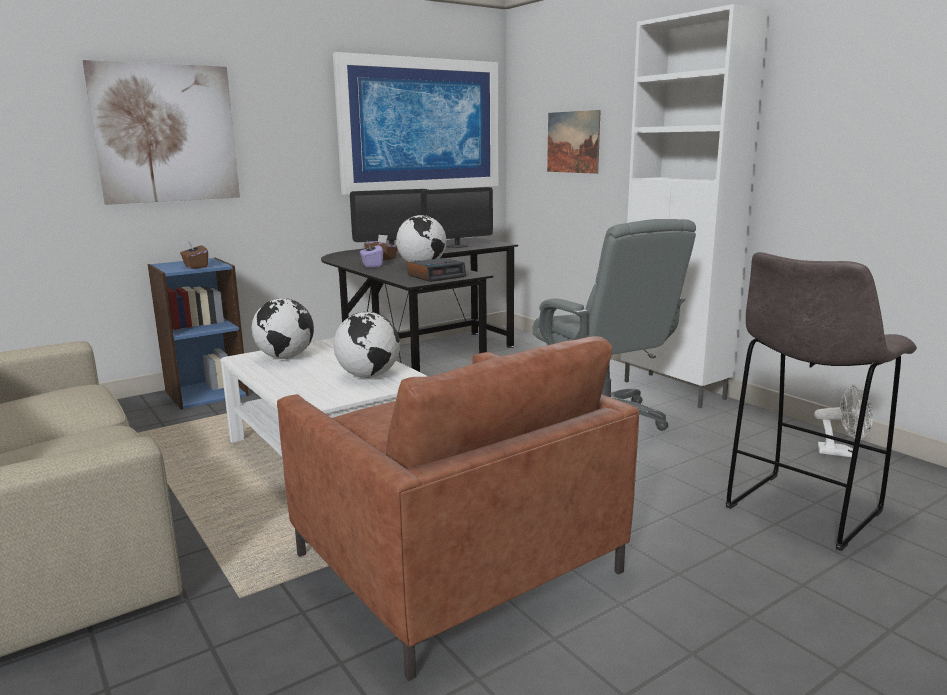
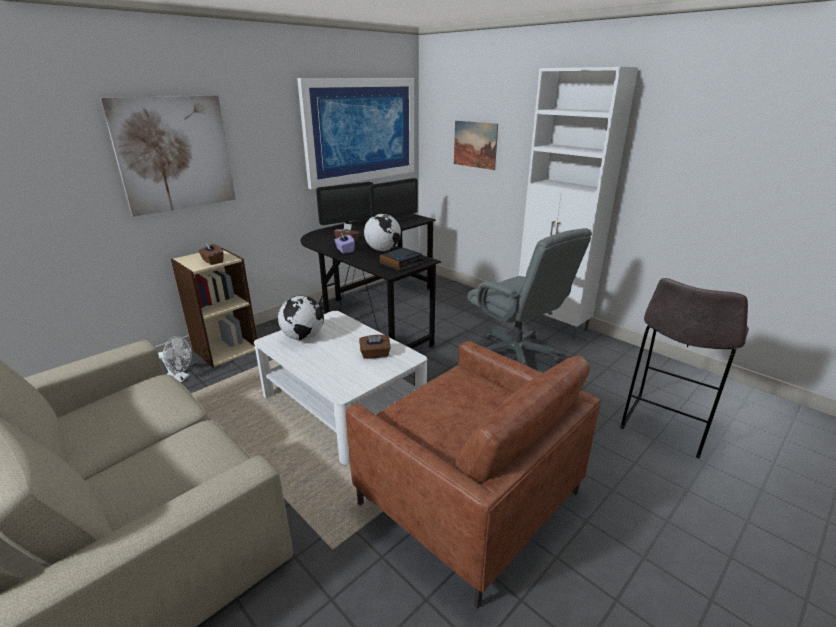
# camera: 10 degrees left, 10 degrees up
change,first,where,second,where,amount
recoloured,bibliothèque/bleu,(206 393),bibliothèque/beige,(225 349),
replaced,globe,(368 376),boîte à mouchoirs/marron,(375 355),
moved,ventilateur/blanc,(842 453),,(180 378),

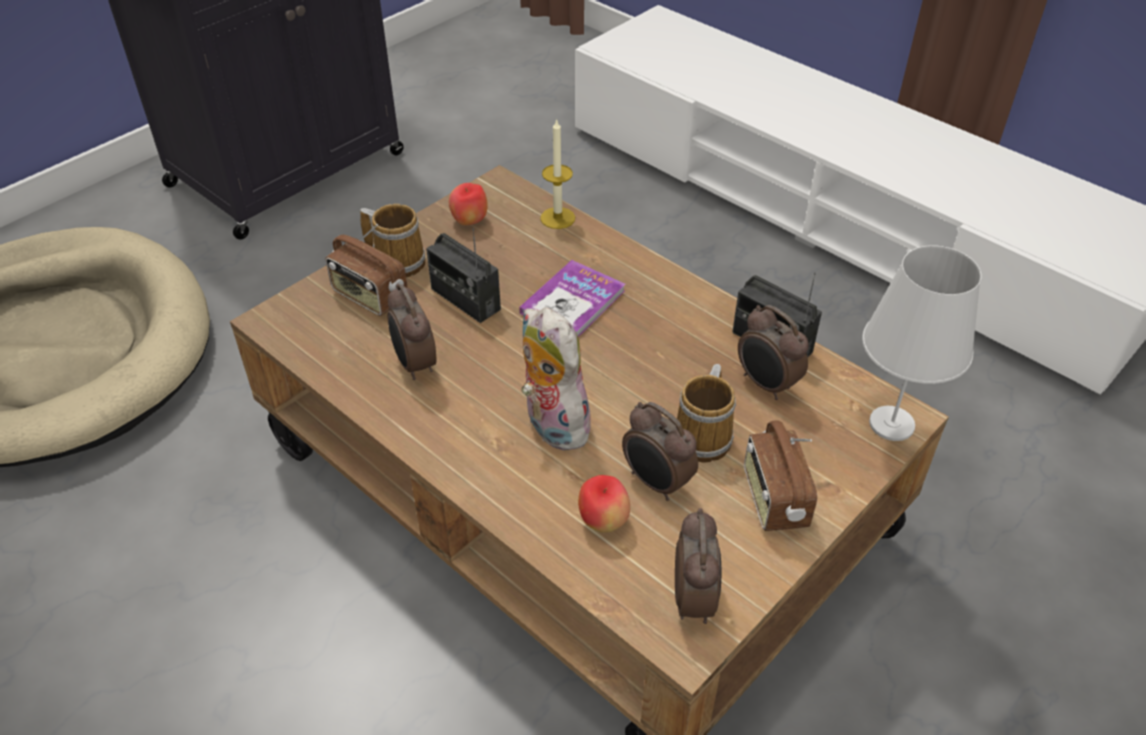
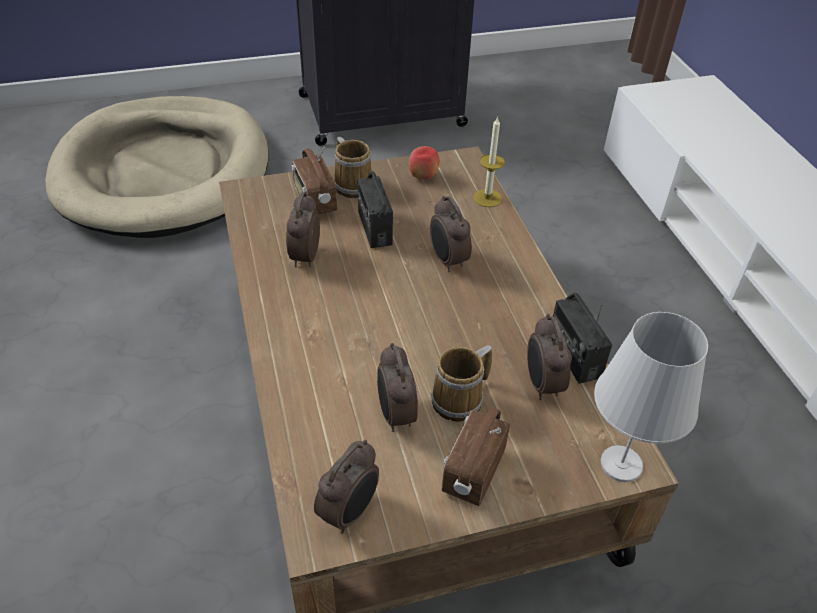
# camera: 30 degrees right, 0 degrees up
change,first,where,second,where,amount
replaced,livre,(573 302),réveil,(447 261),
removed,peluche,(551 425),,,
removed,pomme,(603 521),,,

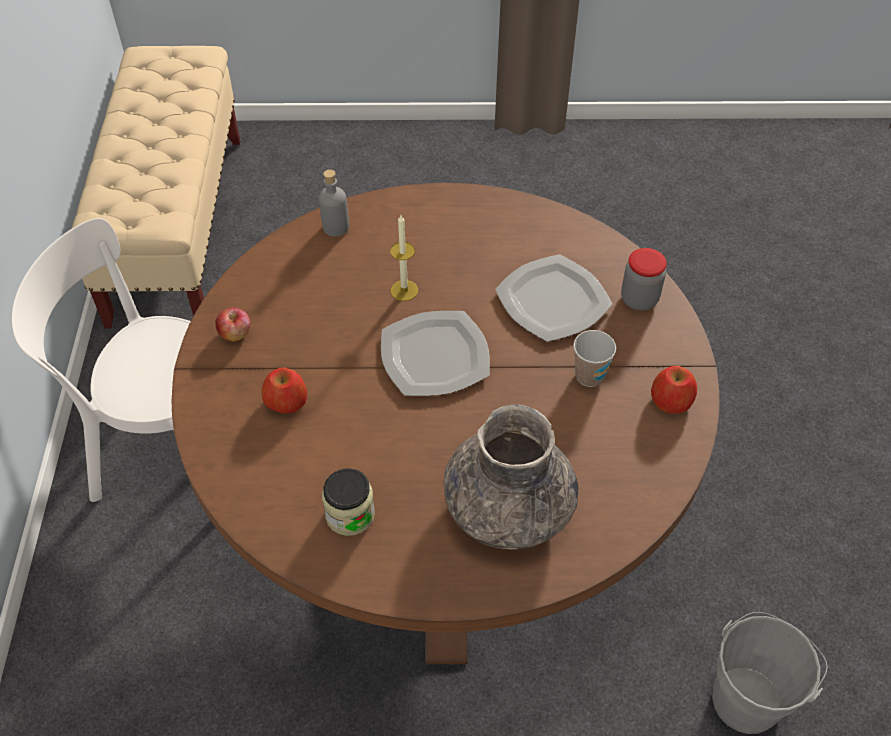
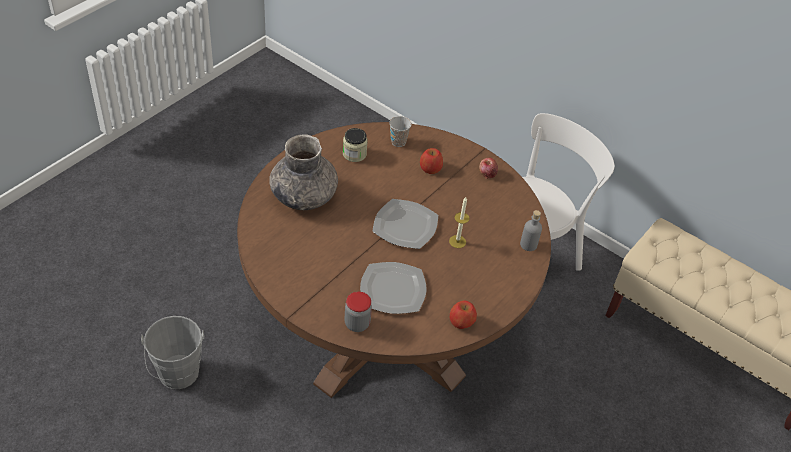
# camera: 125 degrees right, 5 degrees down
change,first,where,second,where,amount
moved,tasse,(589 376),,(398 142),
moved,pomme,(671 400),,(461 321),

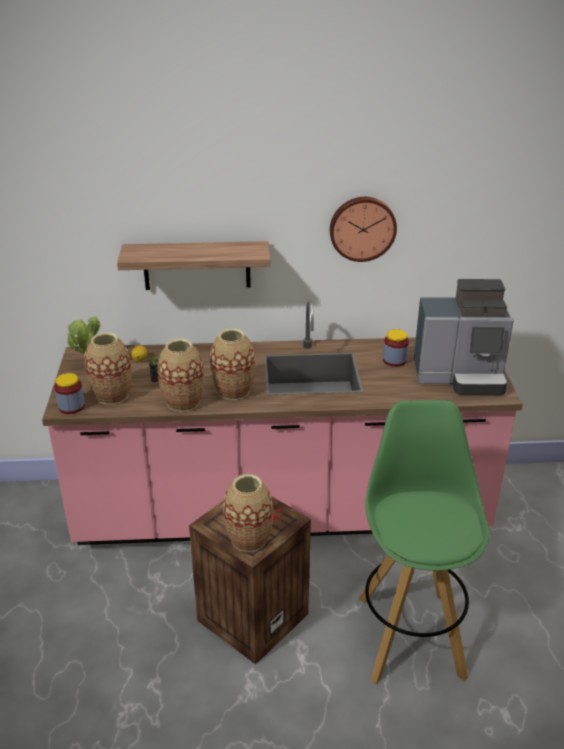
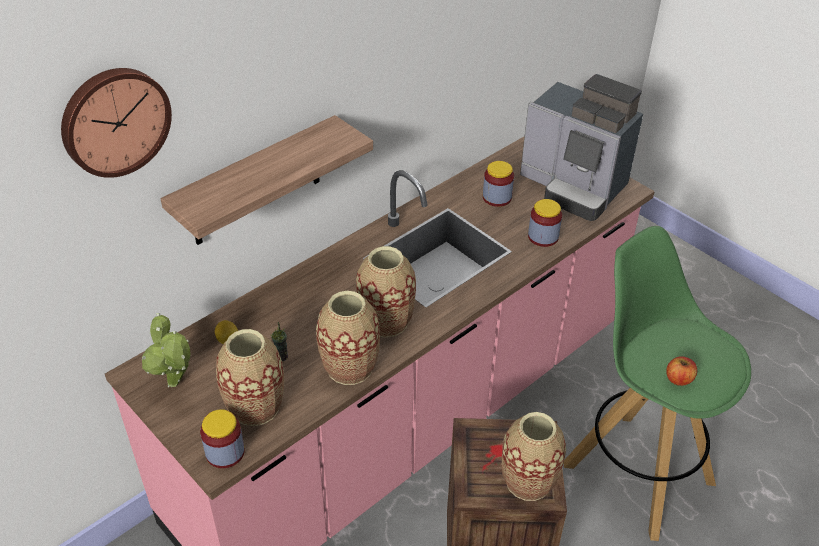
# camera: 40 degrees left, 10 degrees up
change,first,where,second,where,amount
moved,horloge murale,(362 228),,(114 120),
turned,machine à café,(460 377),,(574 187),75 degrees clockwise
added,,,bocal,(543 237),
added,,,pomme,(678 379),

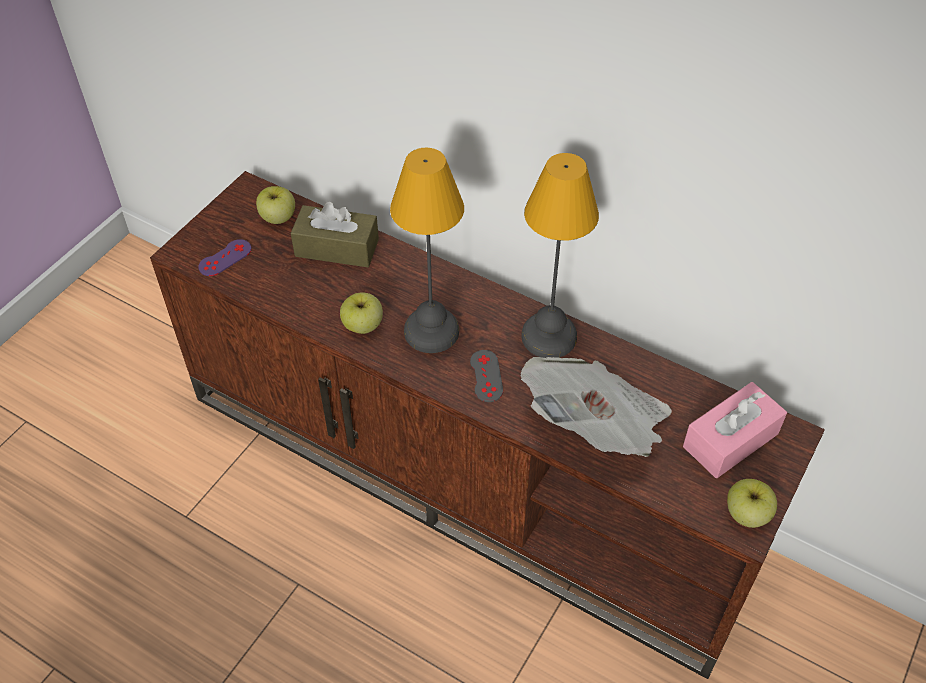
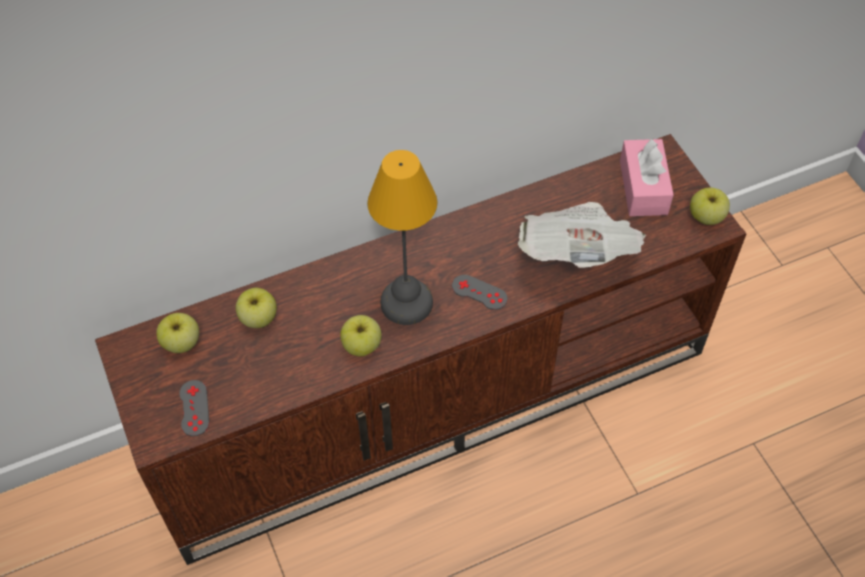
# camera: 55 degrees left, 5 degrees up
change,first,where,second,where,amount
recoloured,manette/violet,(225 258),manette/gris,(194 408),
replaced,boîte à mouchoirs/marron,(337 248),pomme,(258 318),
removed,lampe de table,(550 335),,,

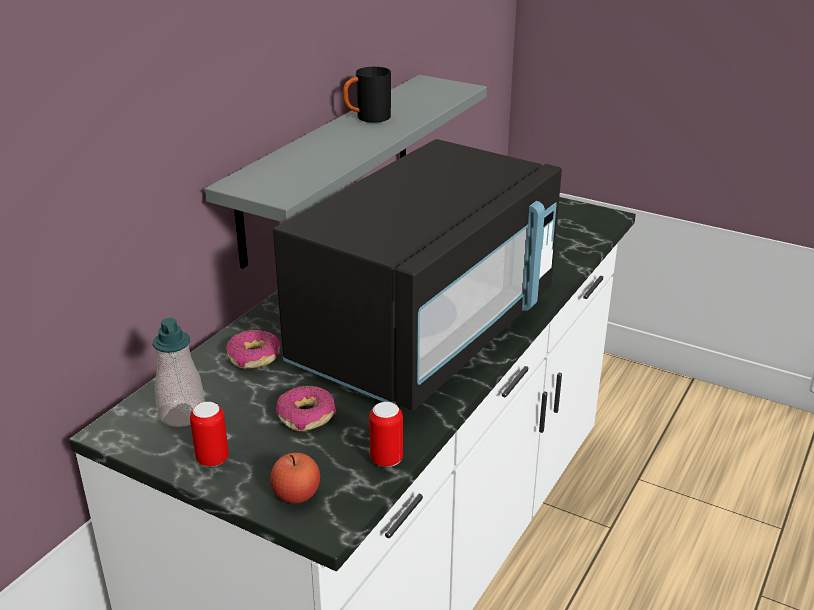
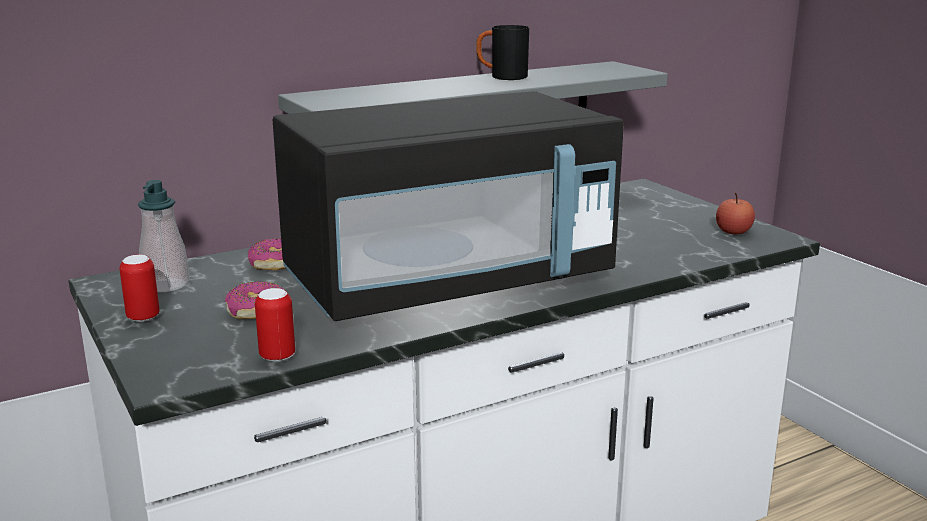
# camera: 30 degrees right, 10 degrees down
change,first,where,second,where,amount
moved,pomme,(296 494),,(733 232),

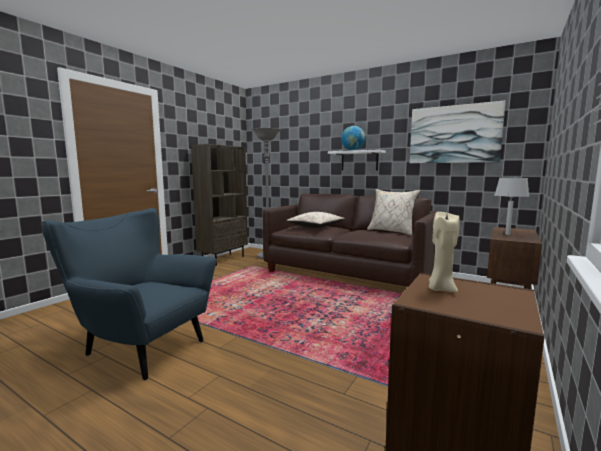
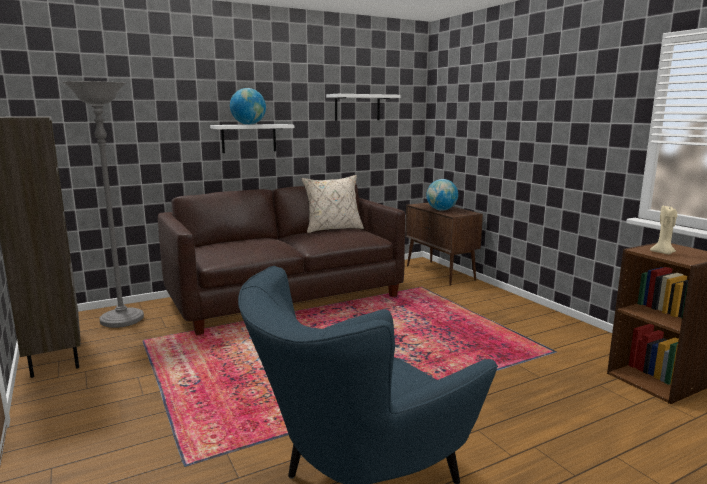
# camera: 60 degrees left, 5 degrees up
change,first,where,second,where,amount
removed,coussin/beige,(315 227),,,
replaced,tableau,(454 134),étagère/blanc,(357 107),
replaced,lampe de table/gris,(507 234),globe,(441 210),

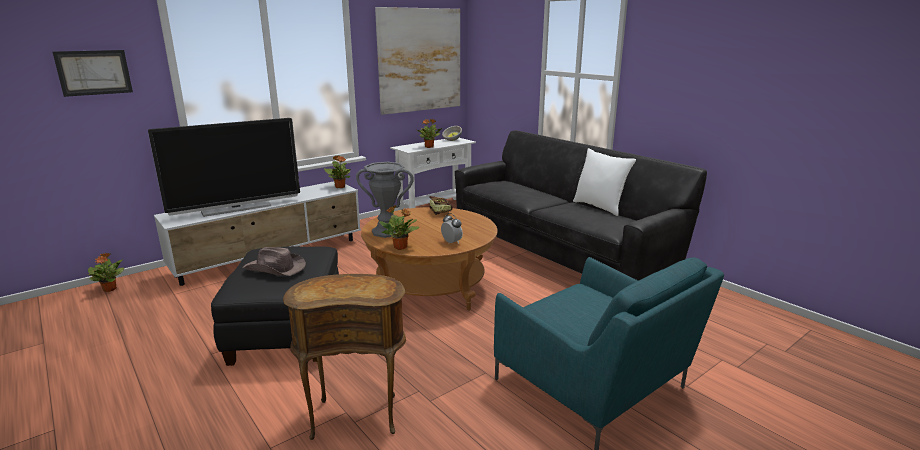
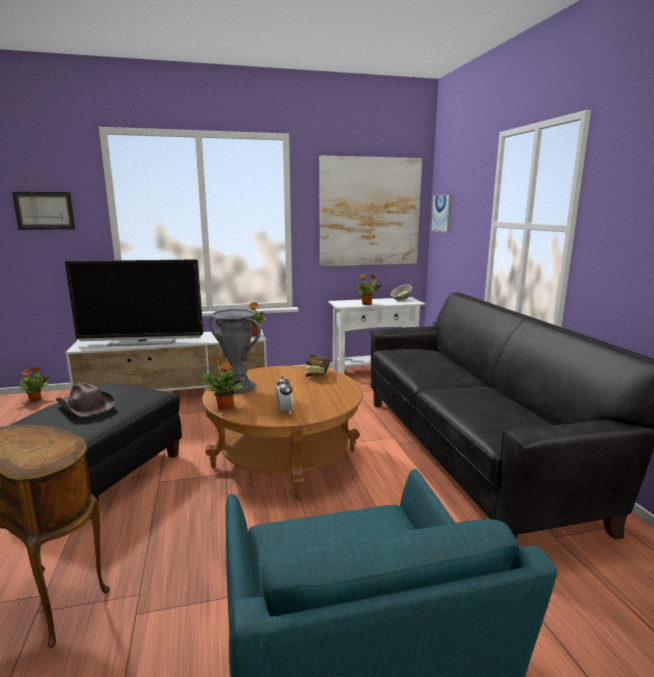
# camera: 25 degrees right, 5 degrees down
change,first,where,second,where,amount
removed,coussin/blanc,(599 207),,,
added,,,tableau,(442 213),

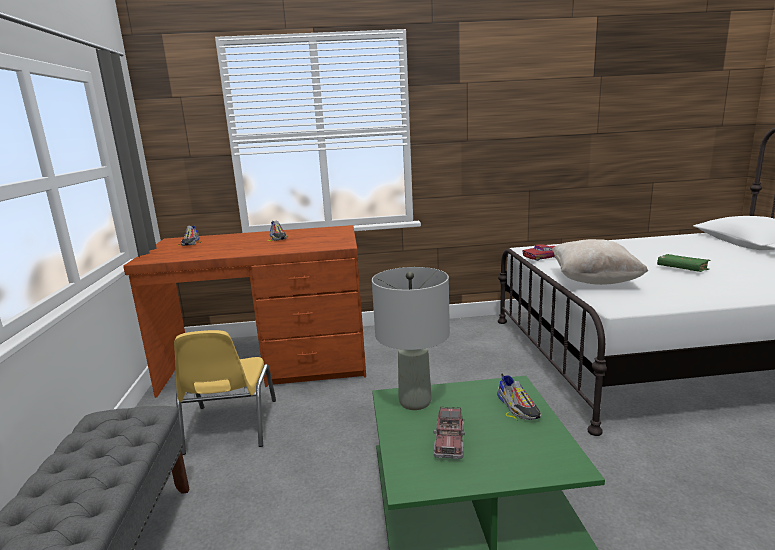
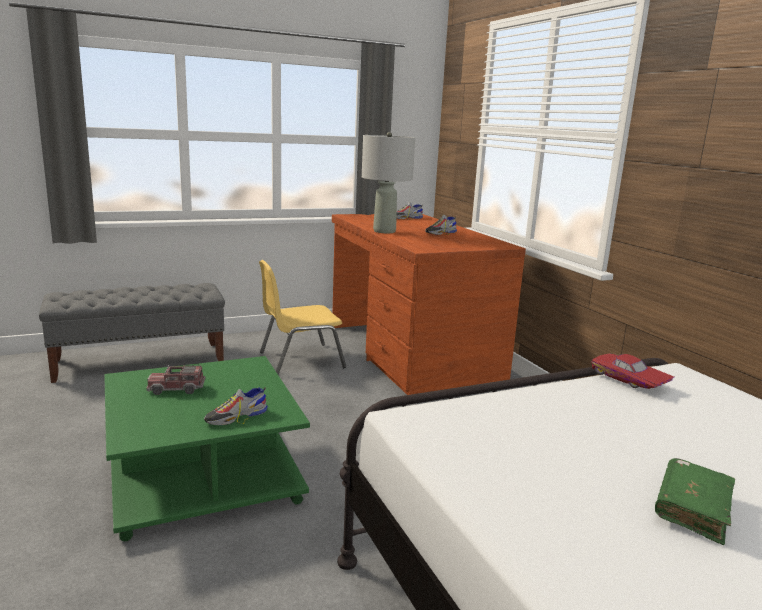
# camera: 70 degrees right, 0 degrees up
change,first,where,second,where,amount
moved,lampe de table/gris,(414 401),,(384 231),
removed,coussin/beige,(594 281),,,

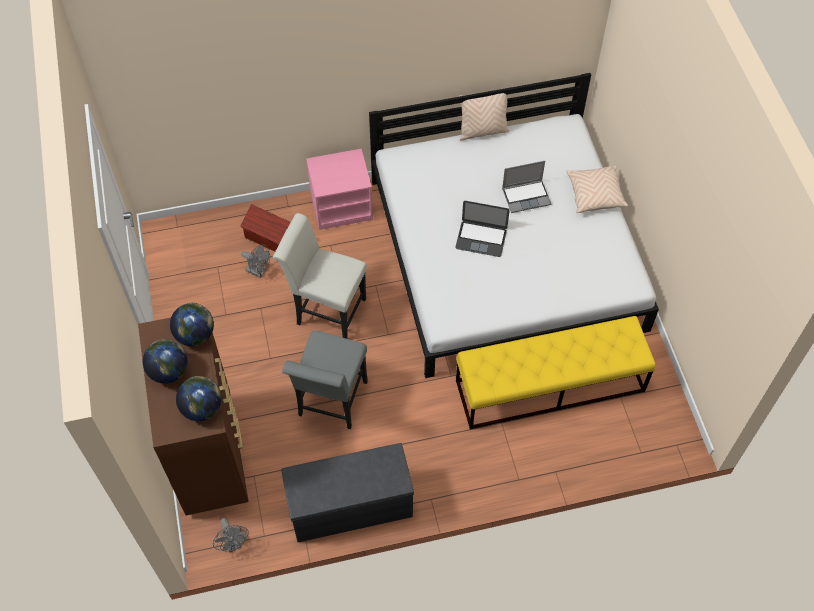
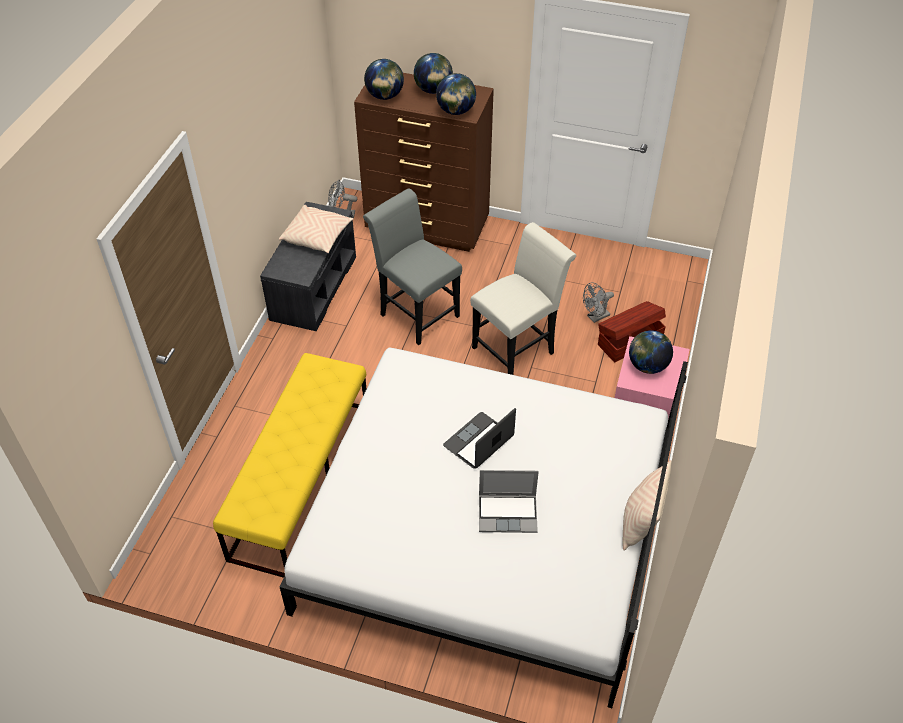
# camera: 120 degrees right, 10 degrees down
change,first,where,second,where,amount
turned,ordinateur portable,(526 196),,(508 513),105 degrees counterclockwise
moved,coussin/beige,(595 194),,(317 236),
added,,,globe,(647 366),

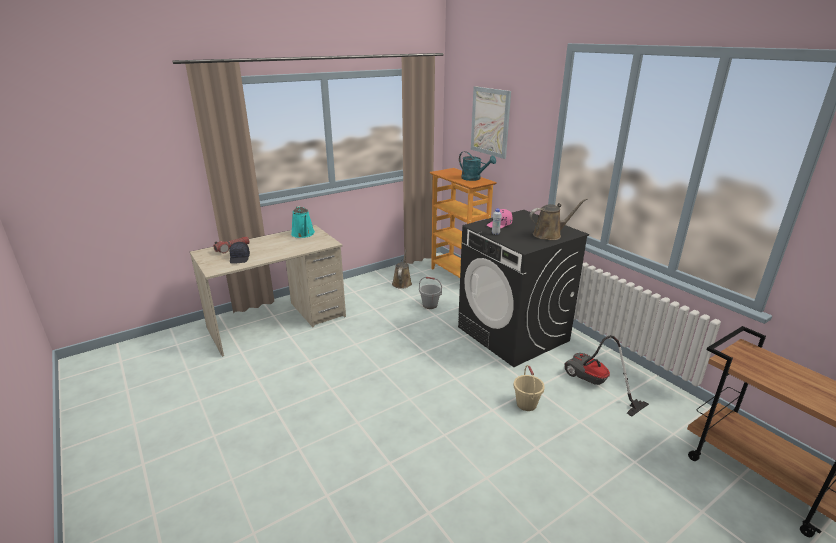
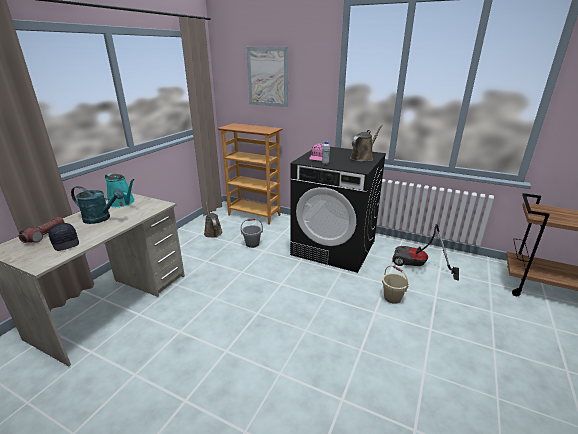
# camera: 30 degrees left, 0 degrees up
change,first,where,second,where,amount
moved,arrosoir/turquoise,(474 179),,(101 218),

